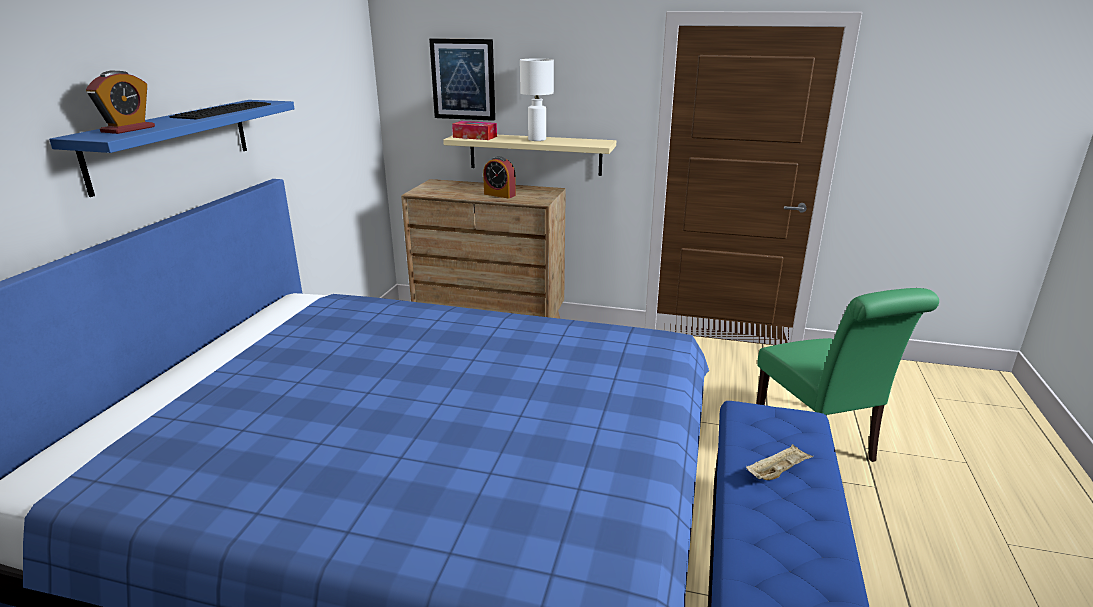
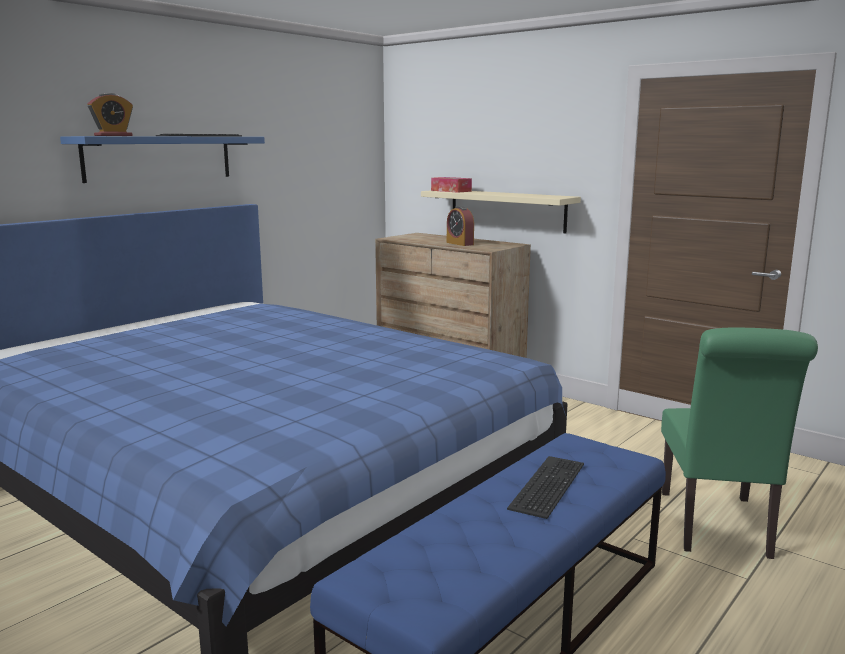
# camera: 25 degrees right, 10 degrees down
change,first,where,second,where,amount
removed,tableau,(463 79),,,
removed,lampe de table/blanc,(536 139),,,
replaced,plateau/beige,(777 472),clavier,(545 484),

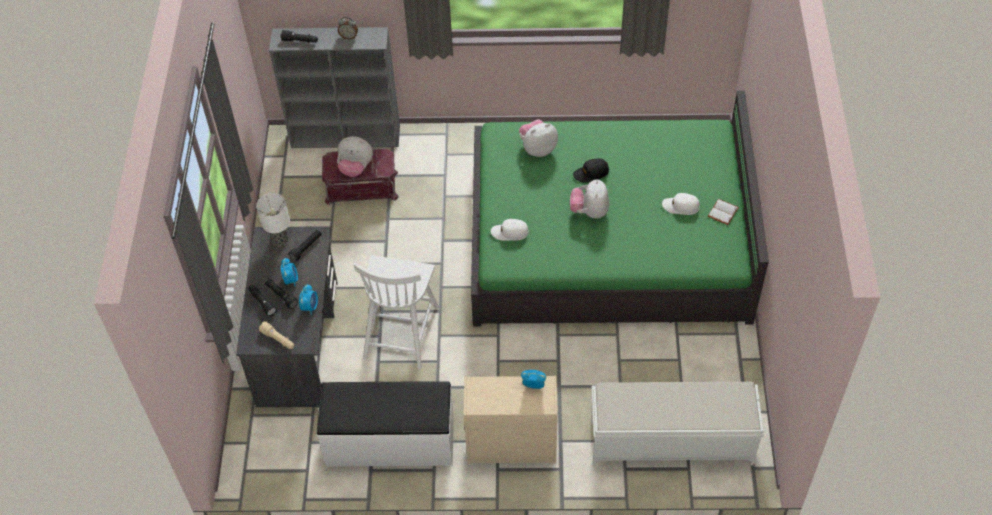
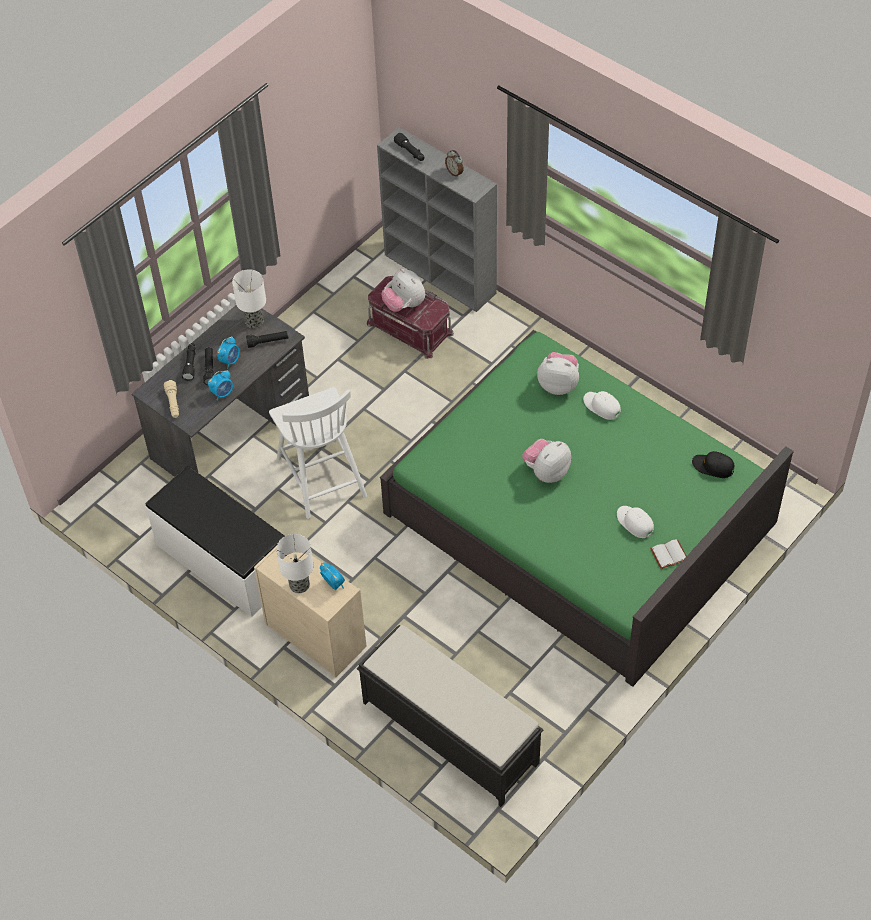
# camera: 40 degrees right, 0 degrees up
change,first,where,second,where,amount
turned,chaise/blanc,(401 331),,(321 475),75 degrees counterclockwise
moved,casquette/blanc,(510 232),,(601 406),
moved,casquette/noir,(591 173),,(713 467),
recoloured,banc/blanc,(669 442),banc/noir,(449 732),
added,,,lampe de table,(300 584),

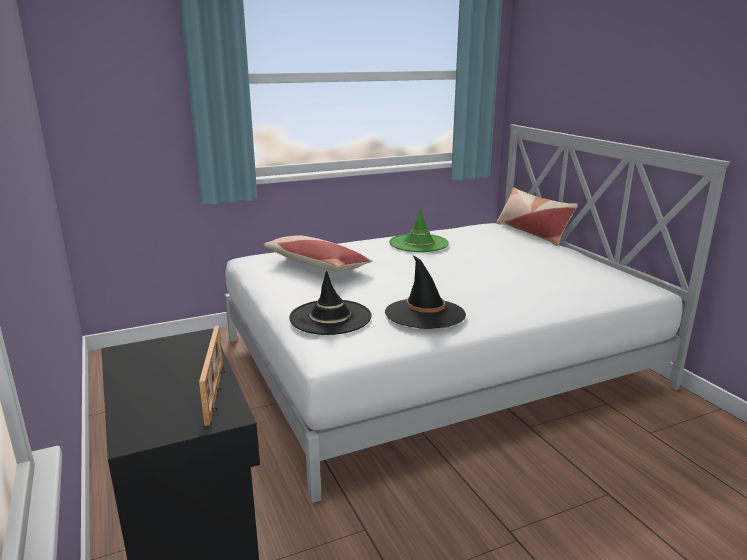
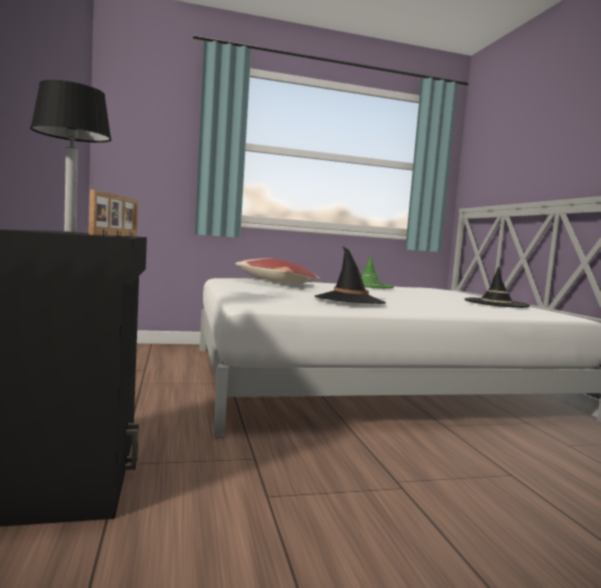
# camera: 10 degrees right, 15 degrees down
change,first,where,second,where,amount
moved,chapeau/noir,(330 317),,(496 303),
removed,coussin,(532 233),,,
added,,,lampe de table,(71 231),

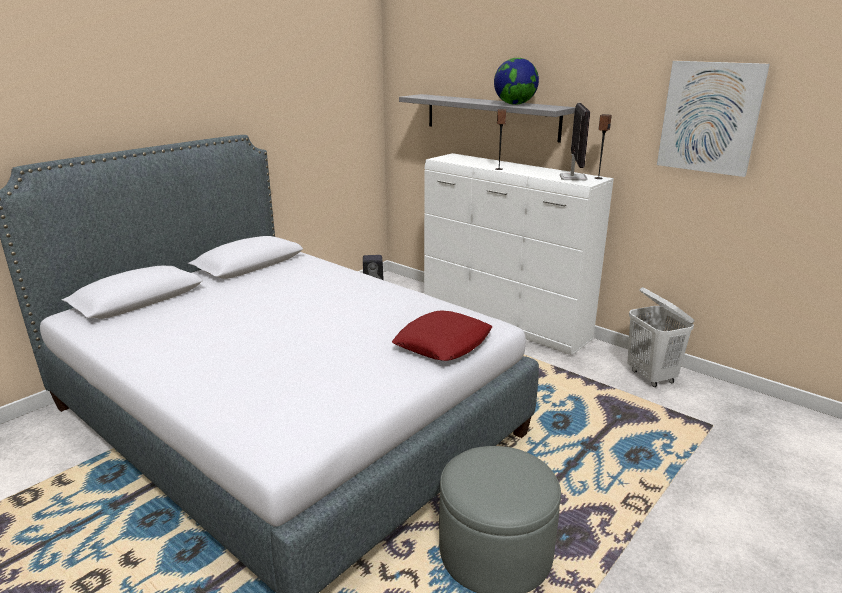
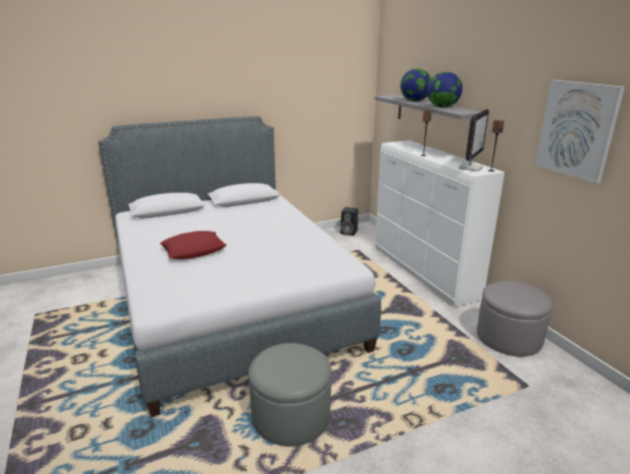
# camera: 25 degrees right, 0 degrees up
change,first,where,second,where,amount
moved,coussin/rouge,(443 343),,(194 250),
replaced,panier à linge/blanc,(651 376),pouf/gris,(508 337),
added,,,globe,(414 101),

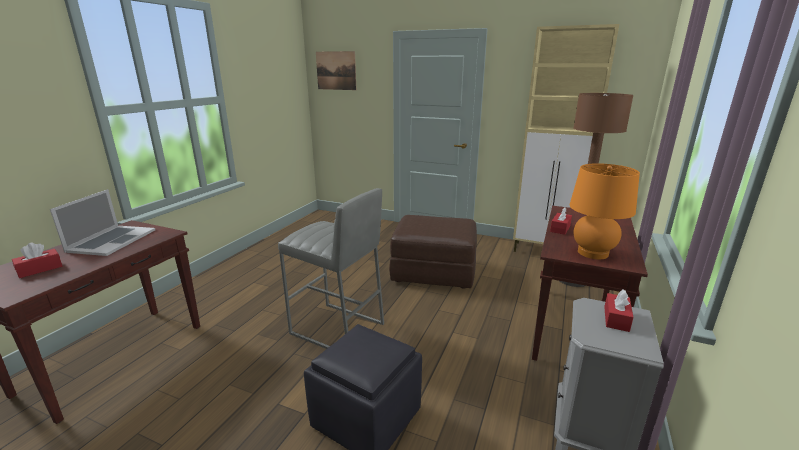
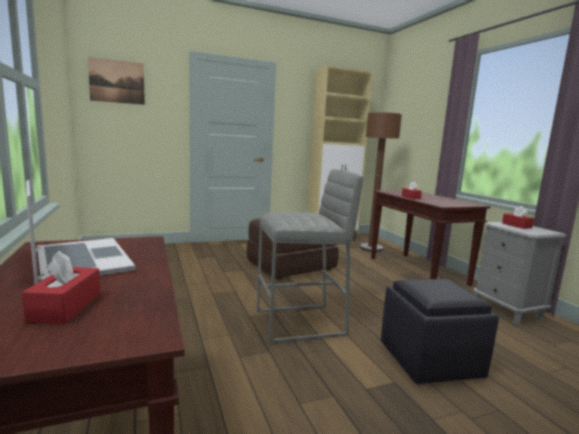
# camera: 45 degrees left, 10 degrees down
change,first,where,second,where,amount
removed,lampe de table/orange,(592 253),,,

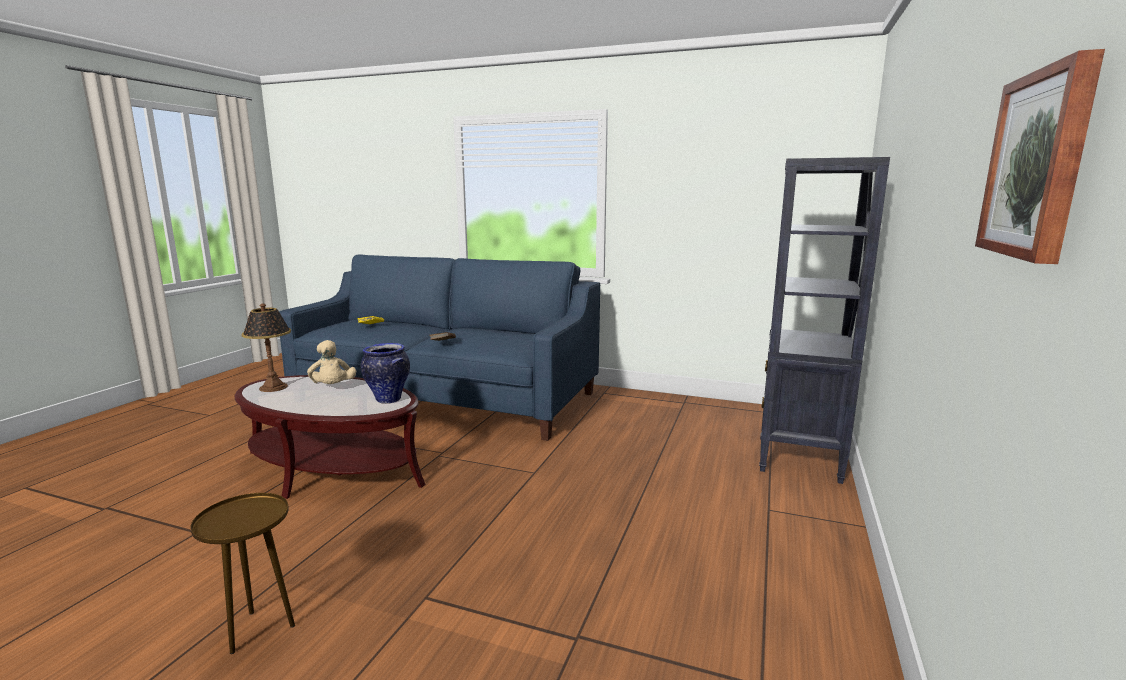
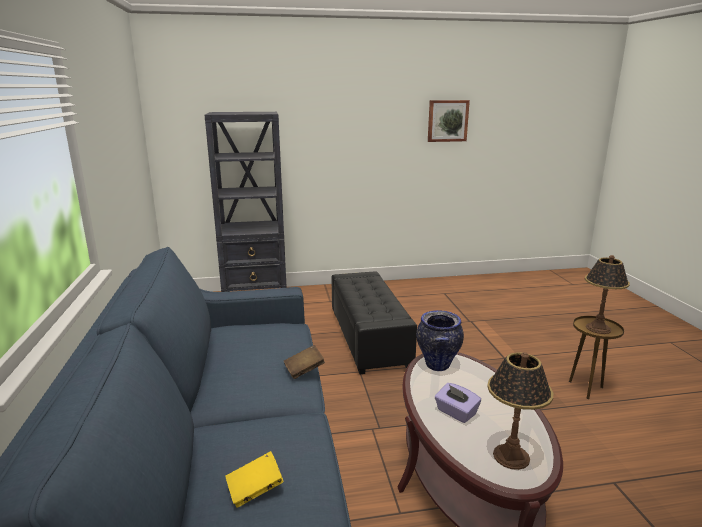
# camera: 120 degrees left, 5 degrees up
change,first,where,second,where,amount
replaced,peluche/beige,(333 387),boîte à mouchoirs/violet,(456 413),
added,,,pouf/noir,(369 337),
added,,,lampe de table,(598 328),

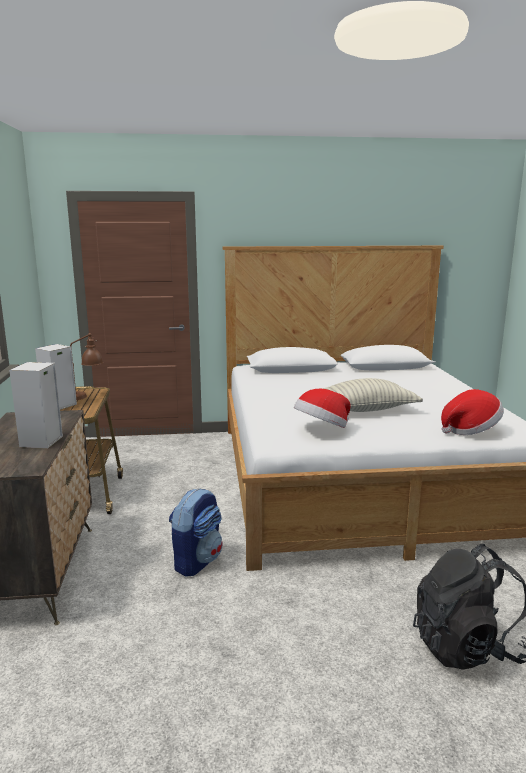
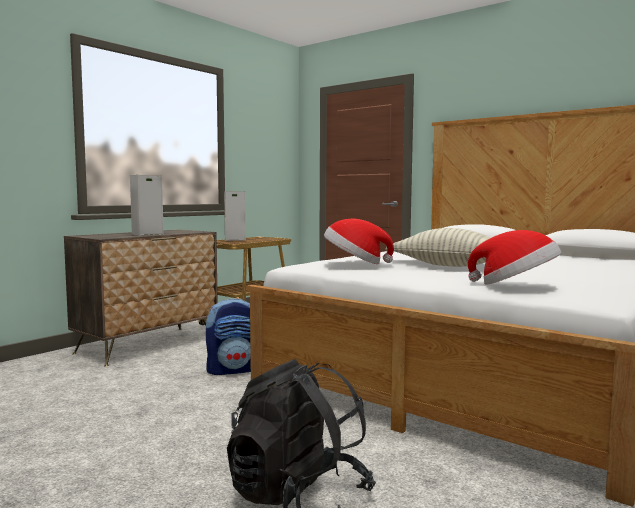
# camera: 45 degrees right, 10 degrees down
change,first,where,second,where,amount
removed,lampe de table/marron,(85 396),,,

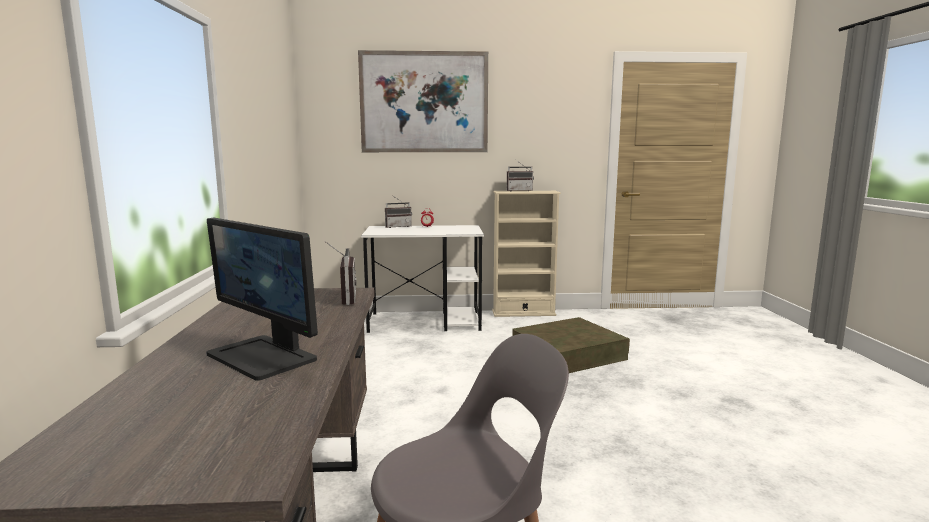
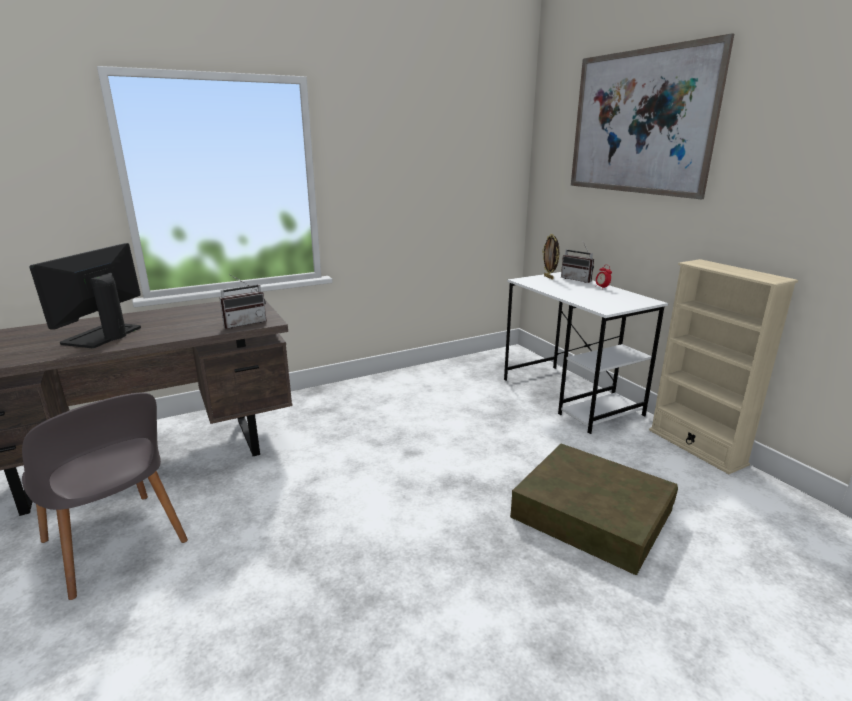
# camera: 65 degrees right, 10 degrees up
change,first,where,second,where,amount
removed,radio,(519 191),,,
added,,,cadre photo,(549 277),

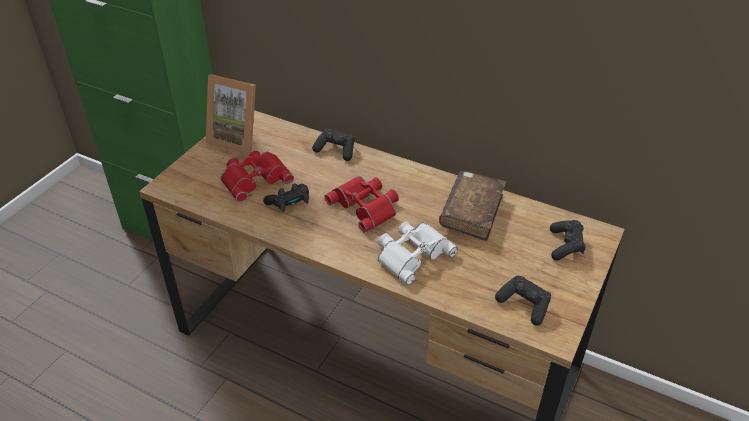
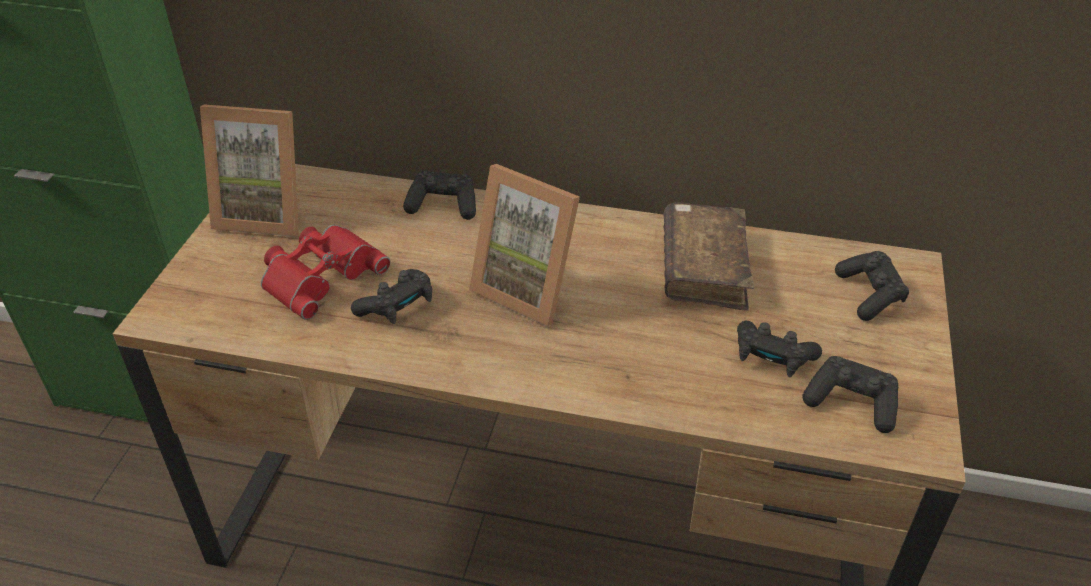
# camera: 15 degrees left, 0 degrees up
change,first,where,second,where,amount
replaced,jumelles/rouge,(366 206),cadre photo,(530 288),
removed,jumelles/blanc,(412 253),,,
added,,,manette/noir,(772 358),

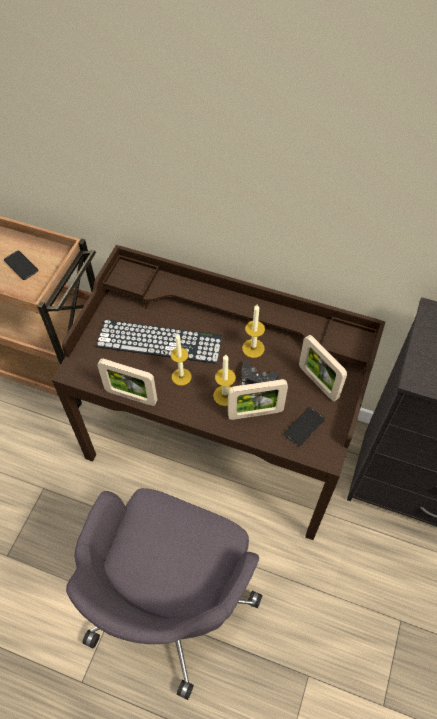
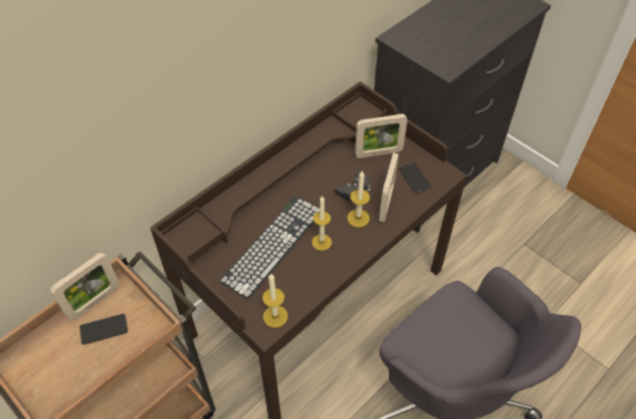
# camera: 65 degrees left, 5 degrees down
change,first,where,second,where,amount
moved,cadre photo,(131 396),,(94 302),
moved,bougie,(253 348),,(275 316),

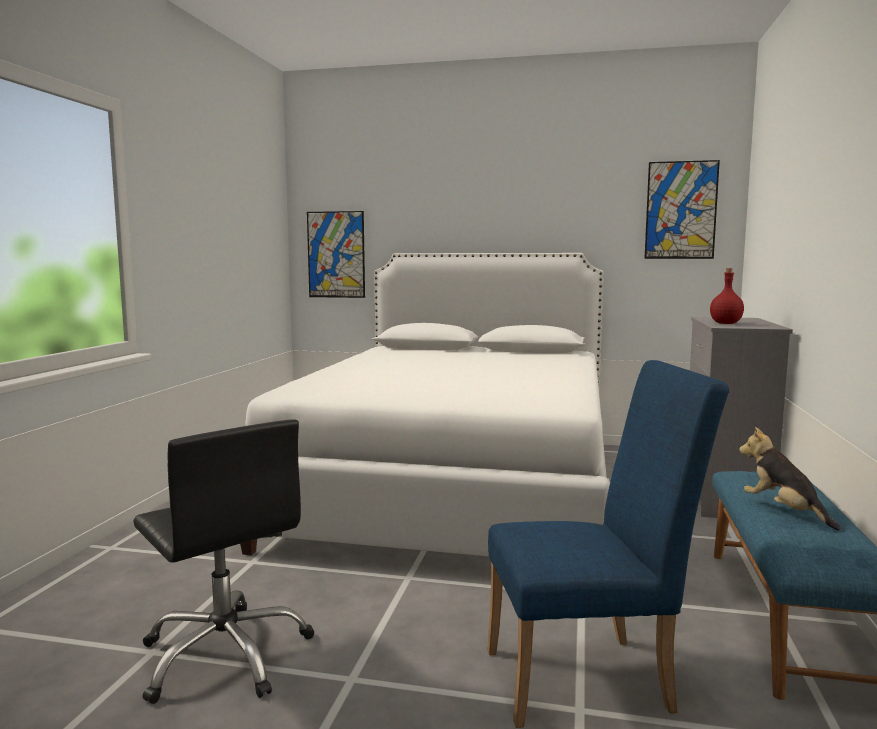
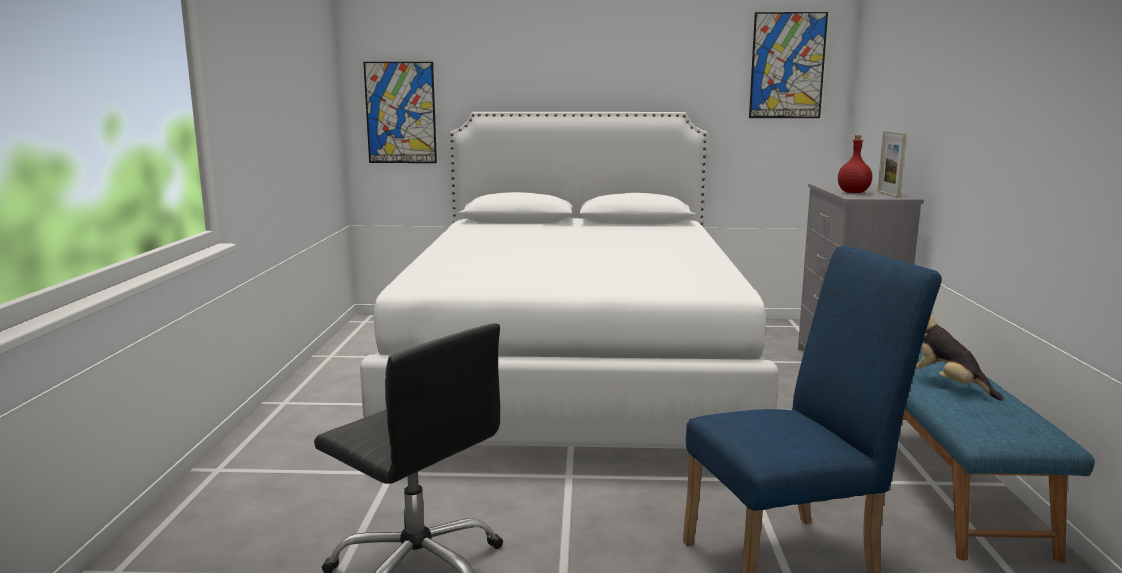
# camera: 10 degrees left, 5 degrees up
change,first,where,second,where,amount
added,,,cadre photo,(888 194),

